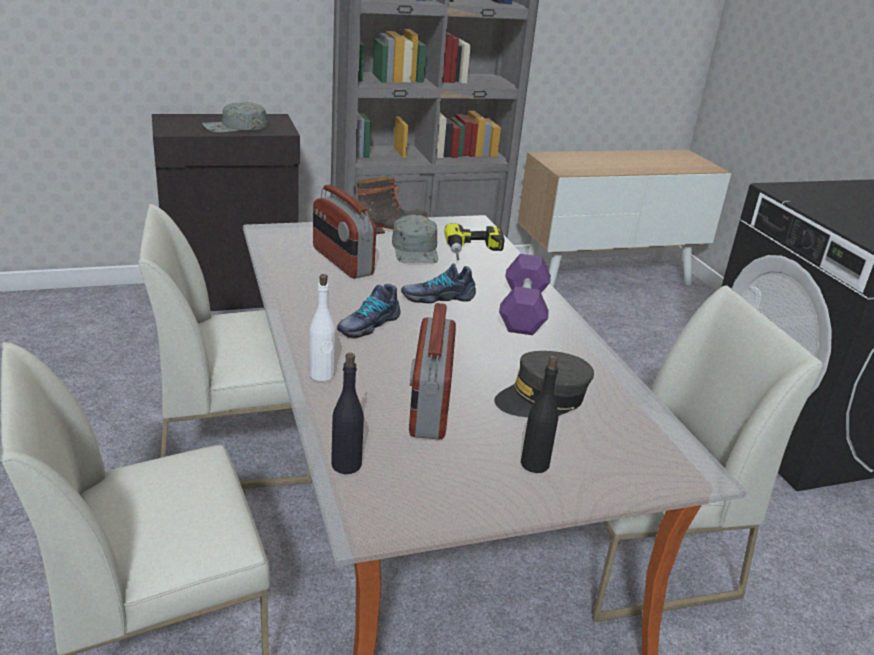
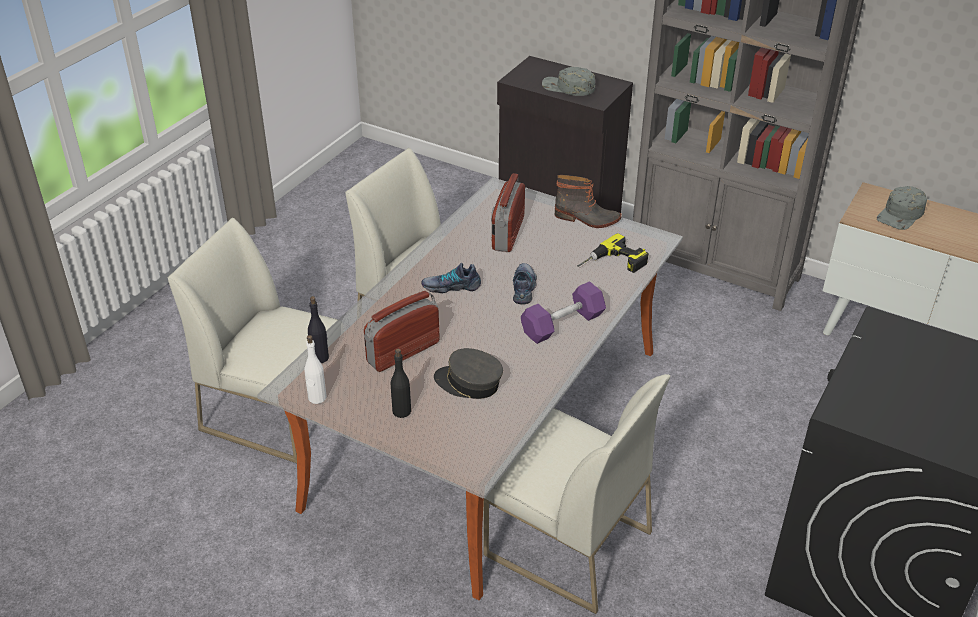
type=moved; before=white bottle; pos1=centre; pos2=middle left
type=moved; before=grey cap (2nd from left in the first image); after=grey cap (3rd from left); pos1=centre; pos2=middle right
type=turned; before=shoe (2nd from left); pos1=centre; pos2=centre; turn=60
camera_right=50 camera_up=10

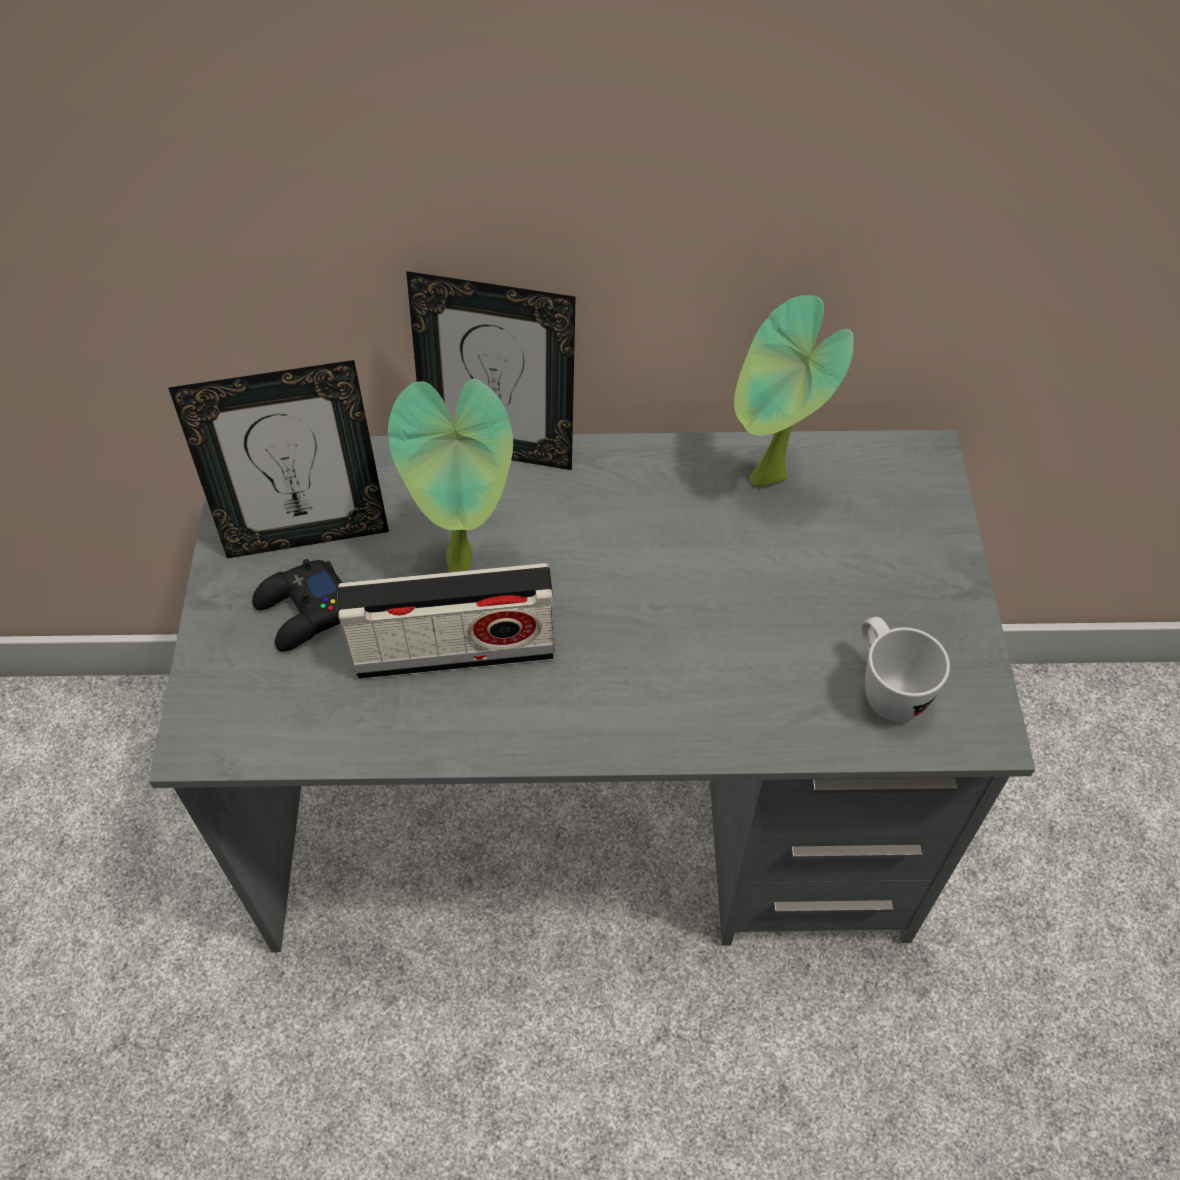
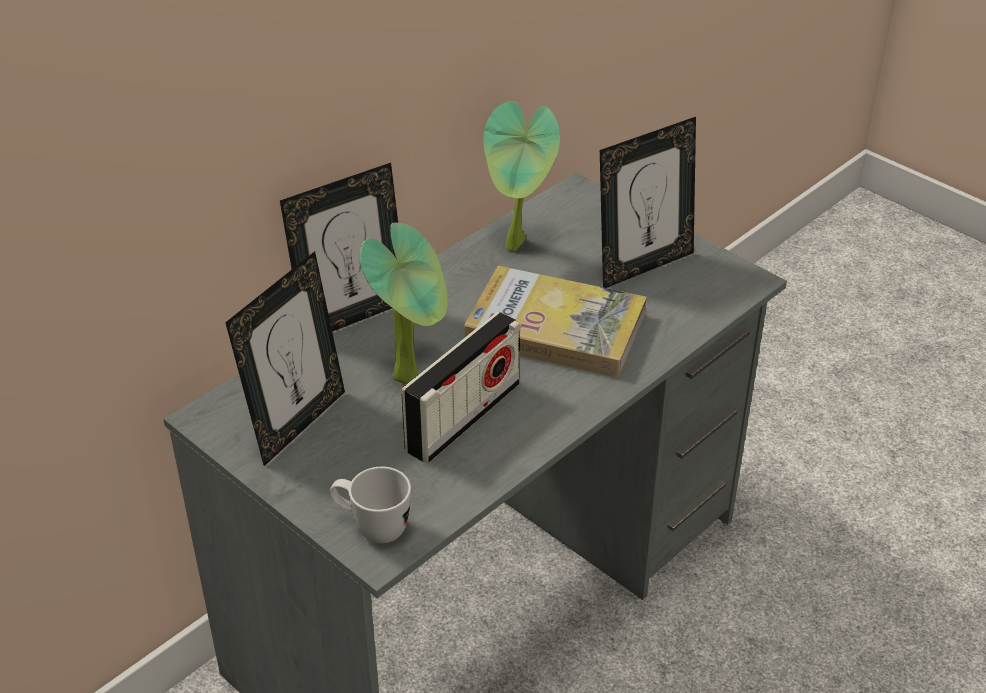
type=removed; before=black game controller; pos1=middle left
type=moved; before=white mug; pos1=middle right; pos2=bottom centre
type=added; after=book; pos2=centre
type=added; after=picture frame (3rd from left); pos2=top centre
camera_right=-45 camera_up=-15

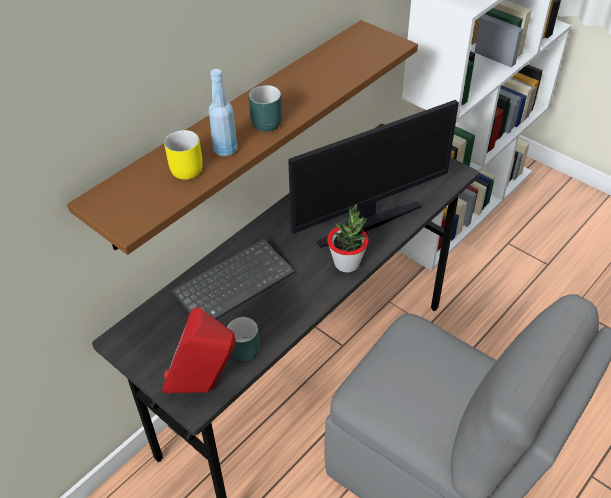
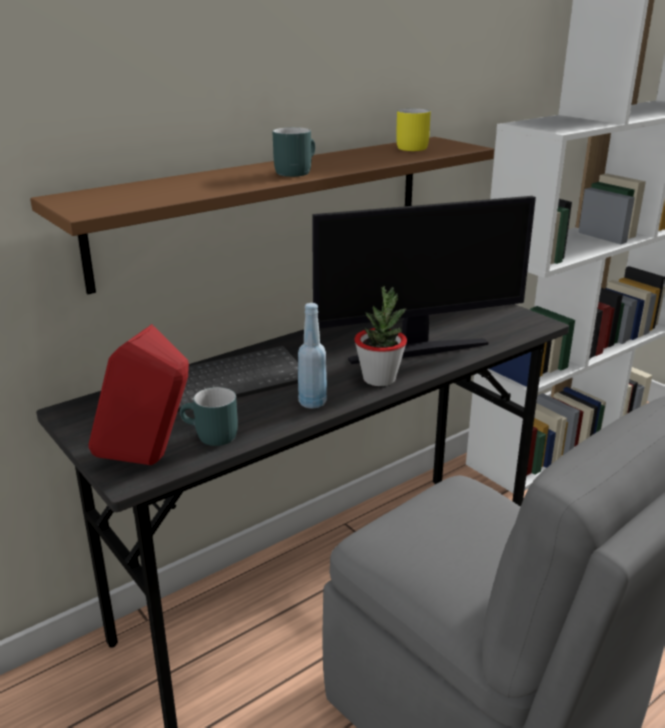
type=moved; before=yellow mug; pos1=top left; pos2=top centre
type=moved; before=blue bottle; pos1=top centre; pos2=centre
camera_right=10 camera_up=-20

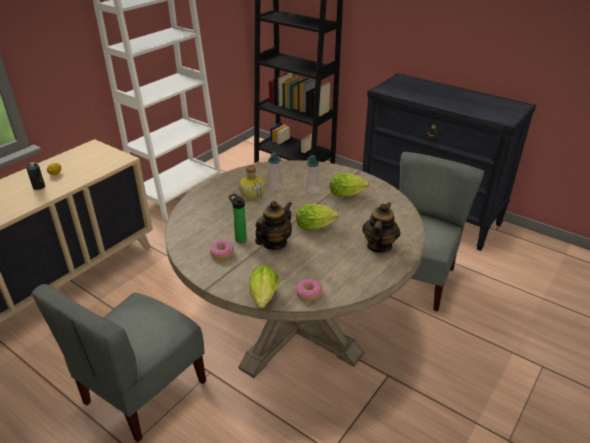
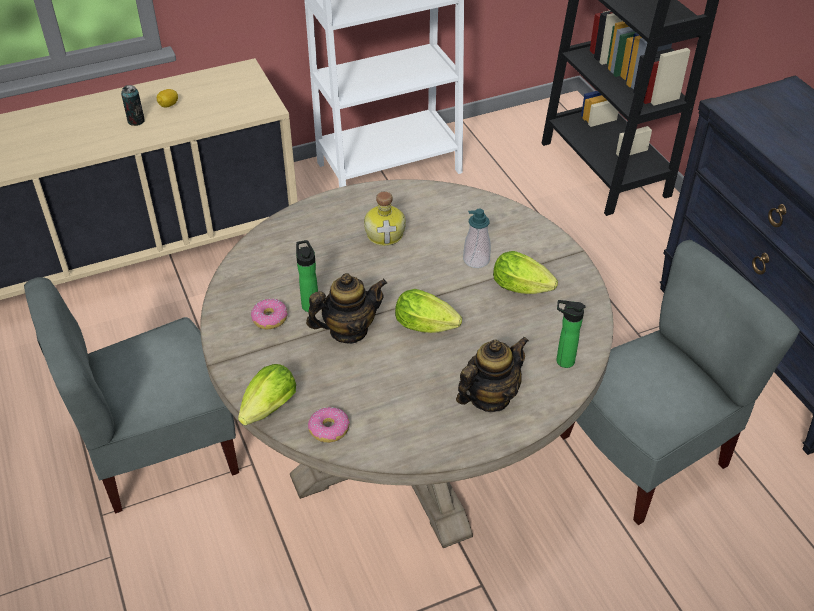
type=removed; before=soap dispenser (1st from left); pos1=centre
type=added; after=bottle (3rd from left); pos2=middle right
camera_right=30 camera_up=10

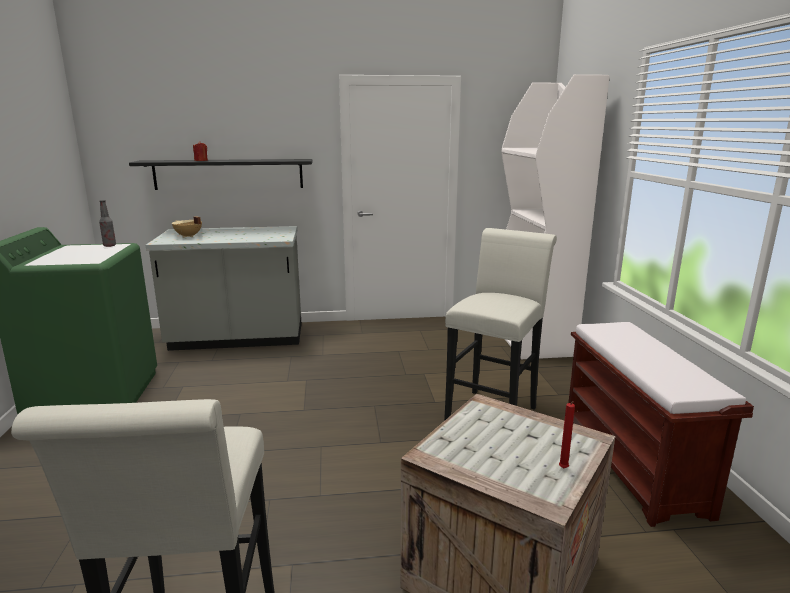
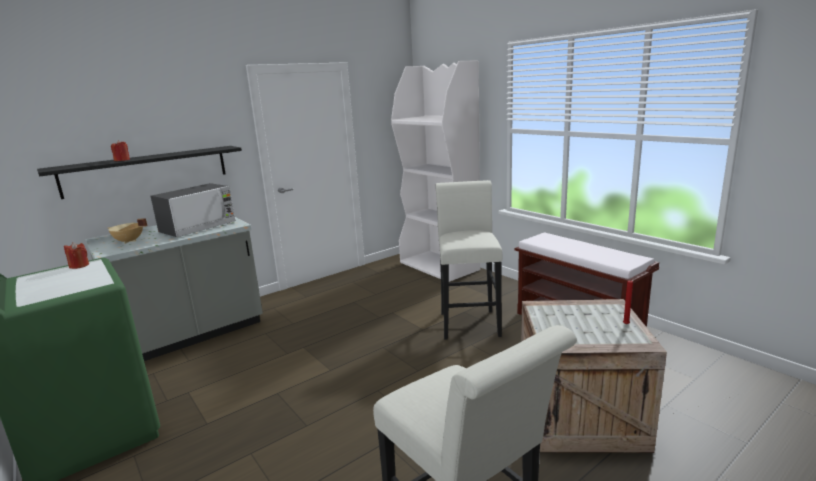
type=replaced; before=bottle; after=red candle (1st from left); pos1=middle left; pos2=middle left
type=added; after=microwave; pos2=middle left
camera_right=-30 camera_up=0

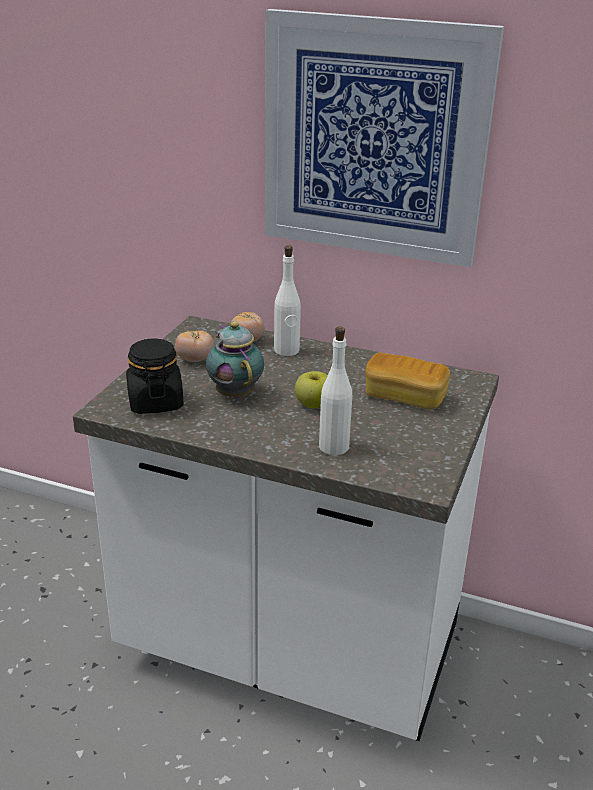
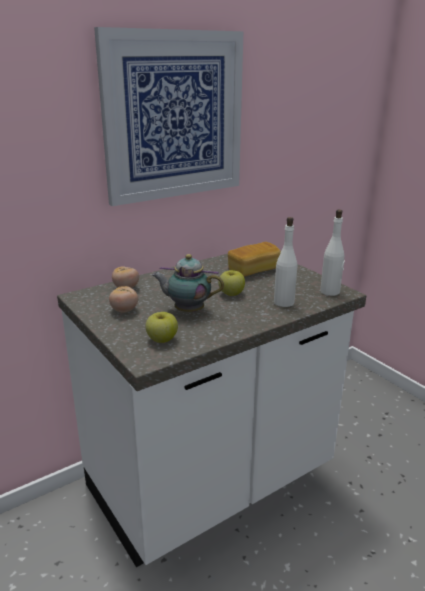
type=replaced; before=black jar; after=apple (1st from left); pos1=middle left; pos2=centre
type=moved; before=white bottle (1st from left in the first image); after=white bottle (2nd from left); pos1=centre; pos2=middle right
camera_right=-55 camera_up=-5

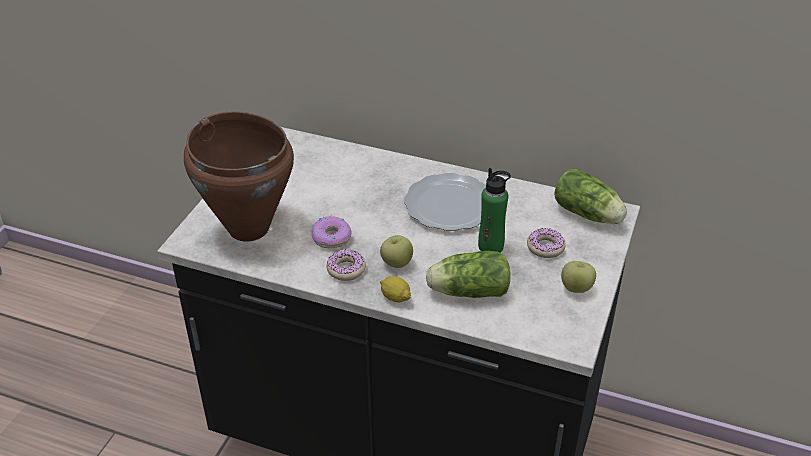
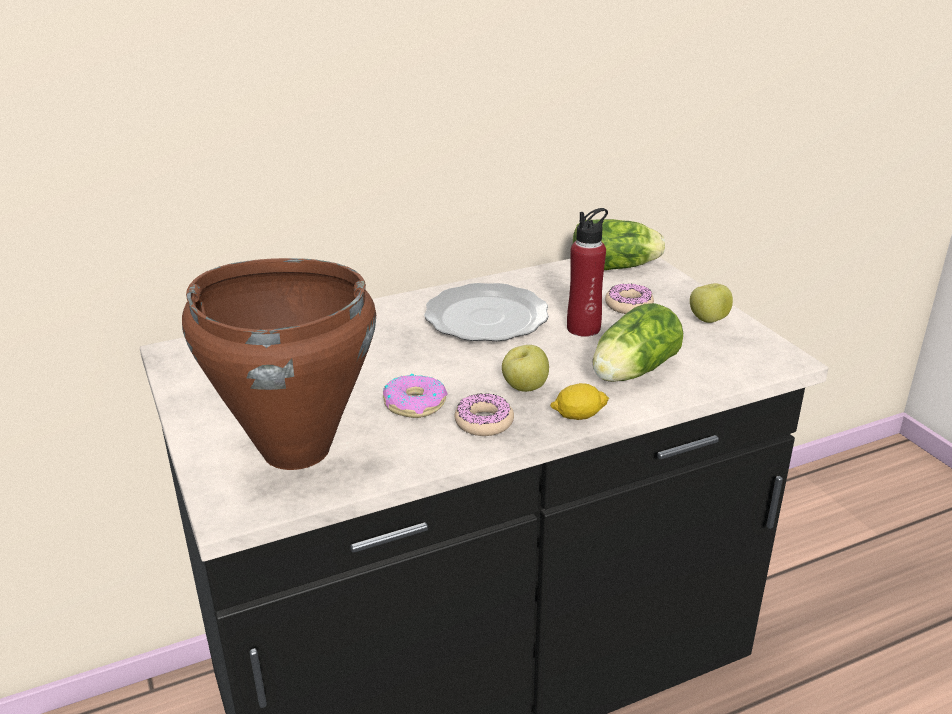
type=recoloured; before=green bottle; after=red bottle; pos1=centre; pos2=centre
camera_right=-45 camera_up=-10

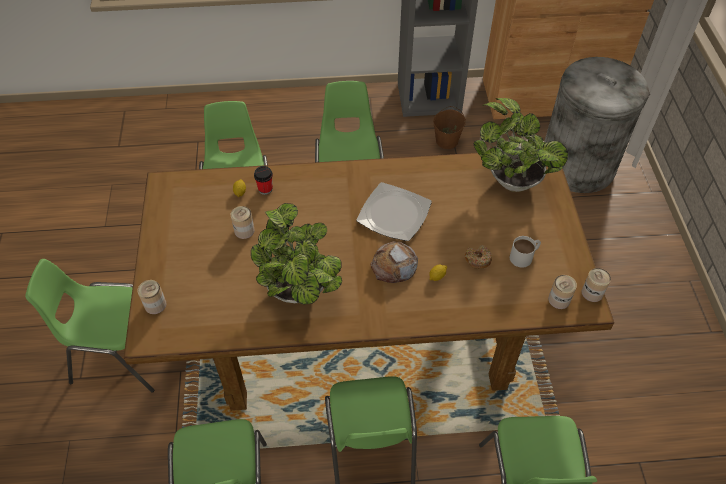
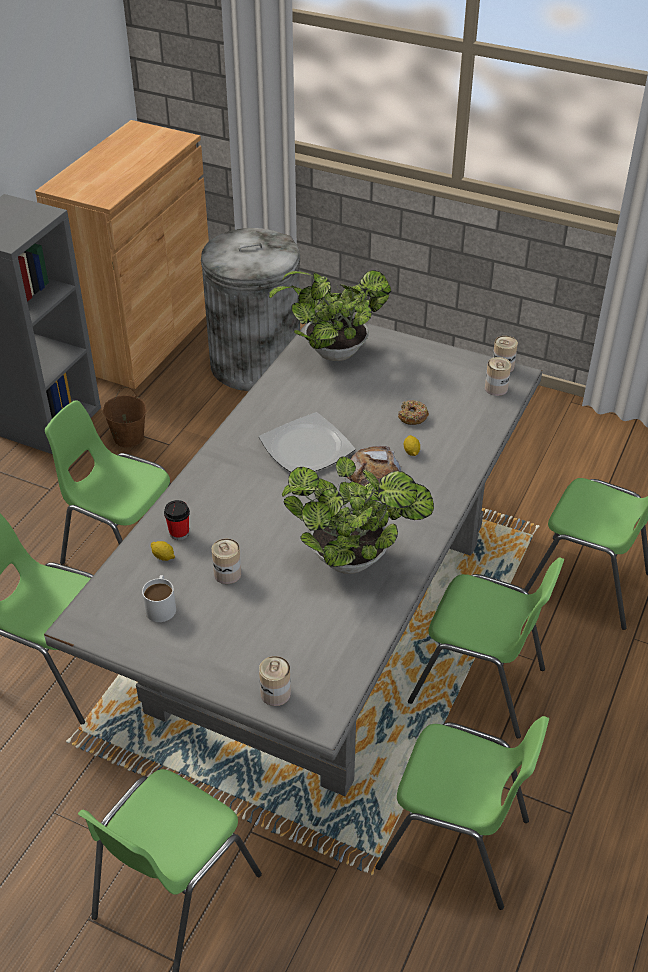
type=recoloured; before=brown dining table; after=grey dining table; pos1=centre; pos2=centre
type=moved; before=white mug; pos1=middle right; pos2=middle left
camera_right=-60 camera_up=-10

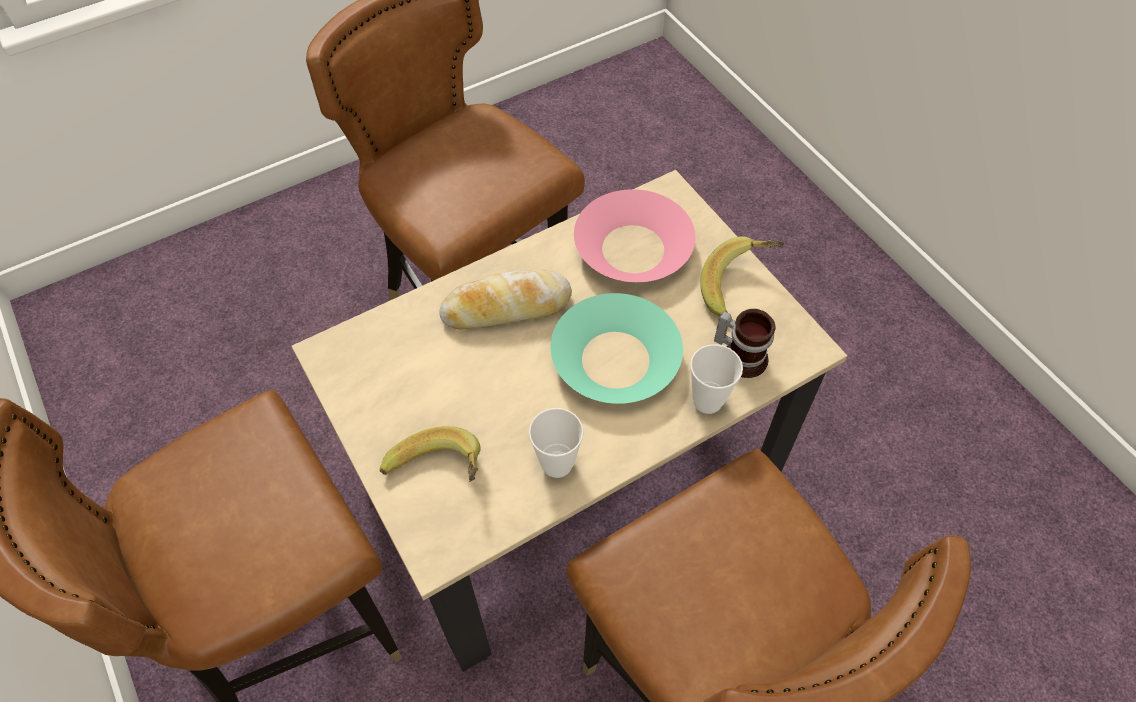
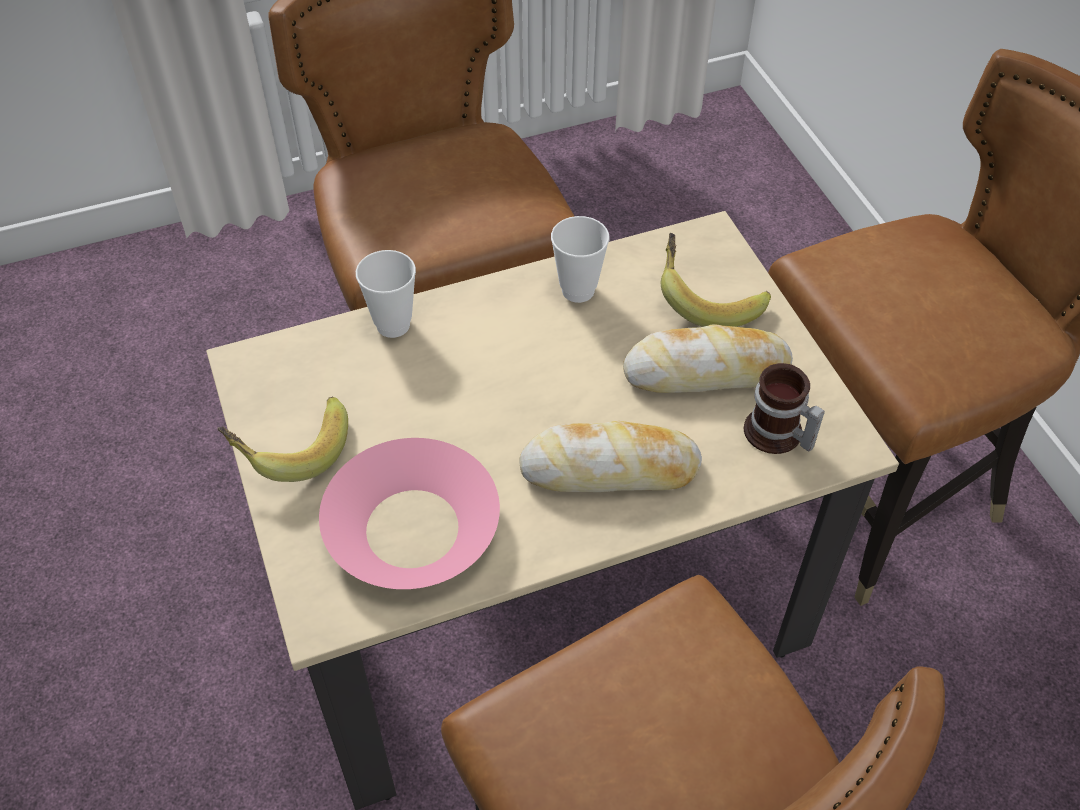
type=removed; before=turquoise bowl; pos1=centre
type=moved; before=mug; pos1=centre; pos2=middle right
type=added; after=bread (2nd from left); pos2=centre
camera_right=-170 camera_up=-5

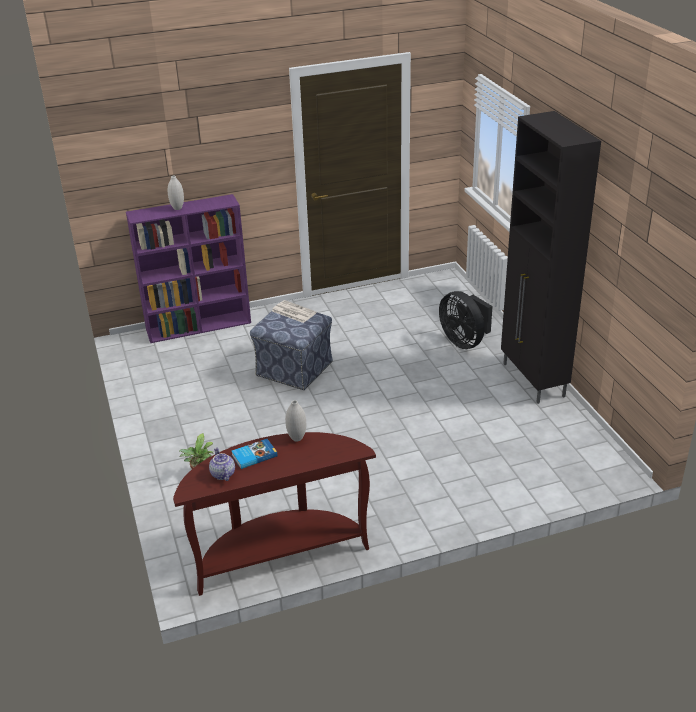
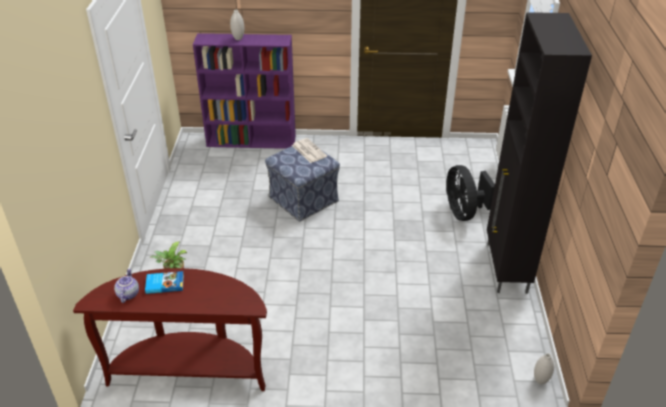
type=moved; before=white vase (2nd from left); pos1=centre; pos2=bottom right
camera_right=20 camera_up=5

